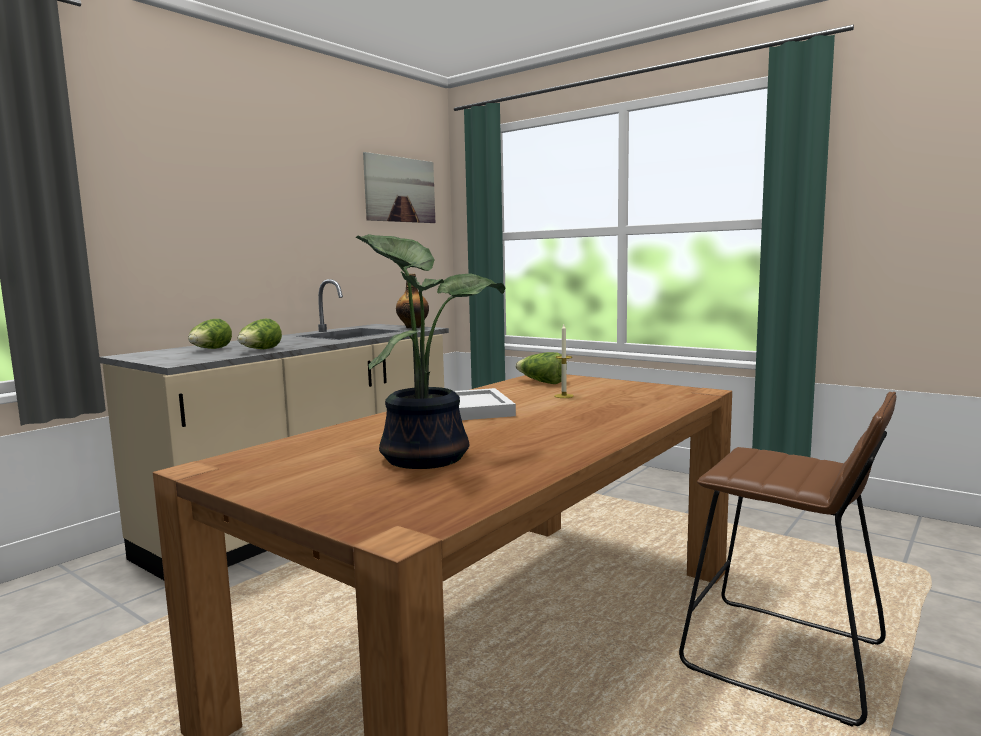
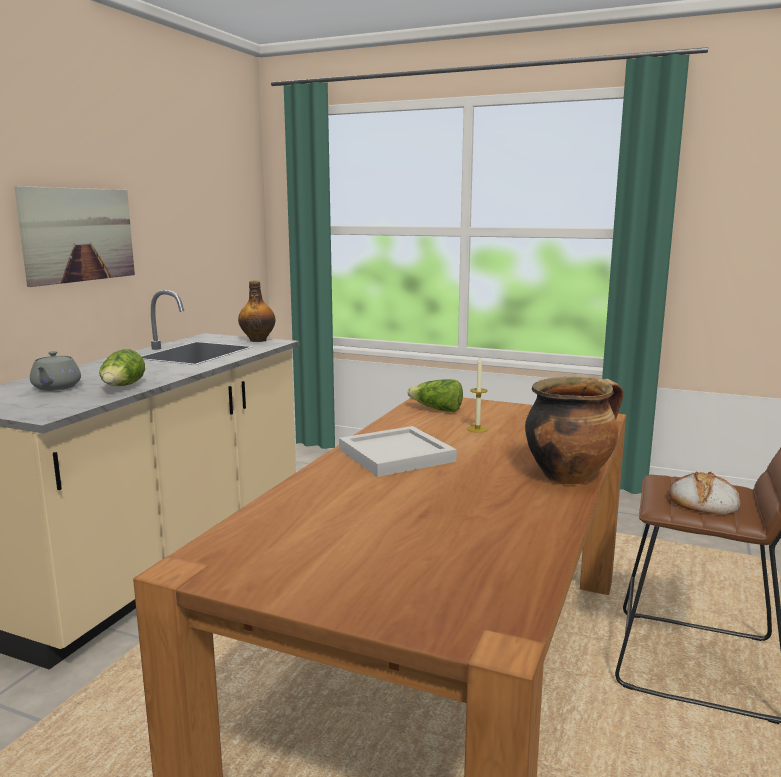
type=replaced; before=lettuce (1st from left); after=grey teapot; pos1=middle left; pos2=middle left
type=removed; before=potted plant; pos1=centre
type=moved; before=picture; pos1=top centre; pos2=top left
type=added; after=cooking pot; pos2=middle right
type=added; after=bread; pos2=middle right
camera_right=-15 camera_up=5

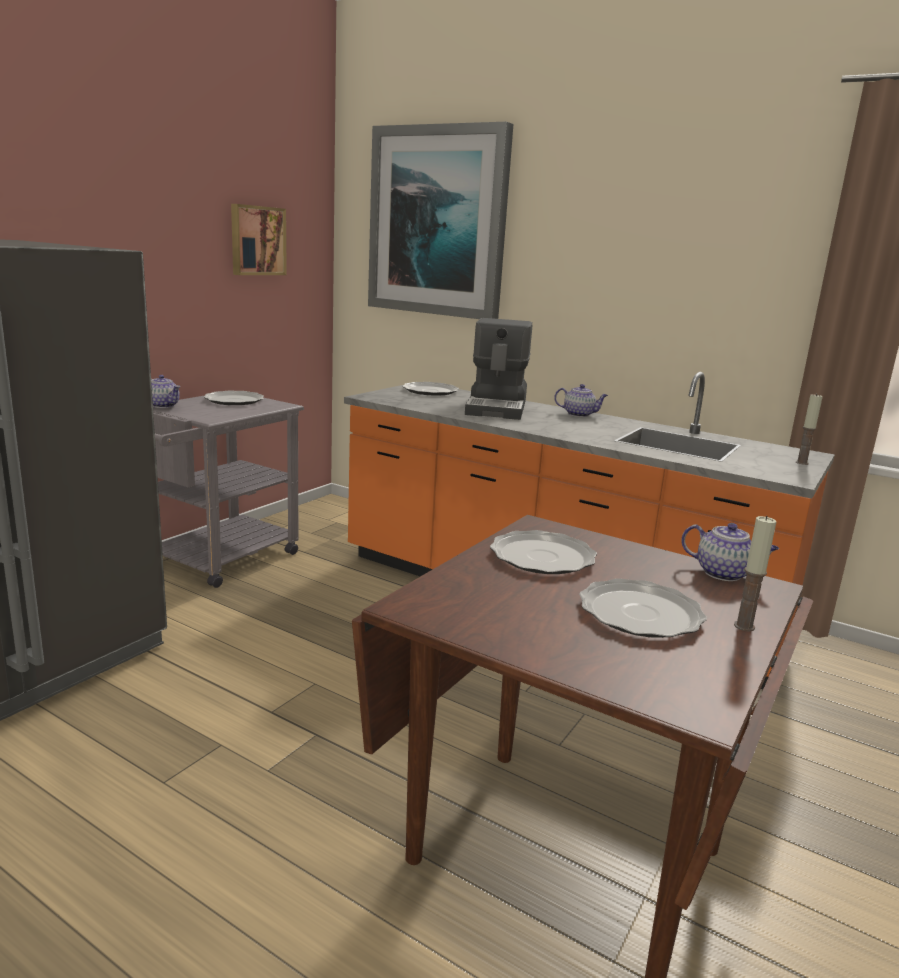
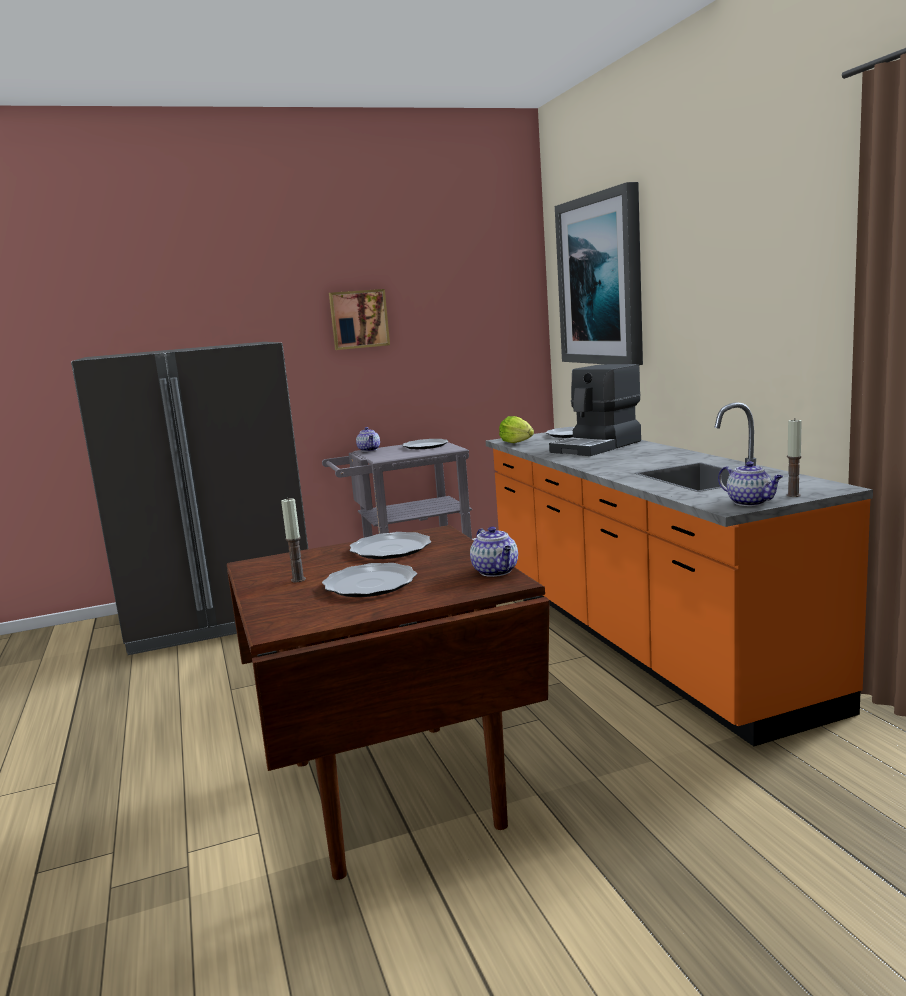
type=moved; before=picture (1st from left); pos1=top left; pos2=top centre
type=moved; before=teapot (2nd from left in the first image); after=teapot (3rd from left); pos1=centre; pos2=middle right
type=moved; before=candle (1st from left); pos1=middle right; pos2=middle left
type=added; after=lettuce; pos2=centre
camera_right=40 camera_up=-5

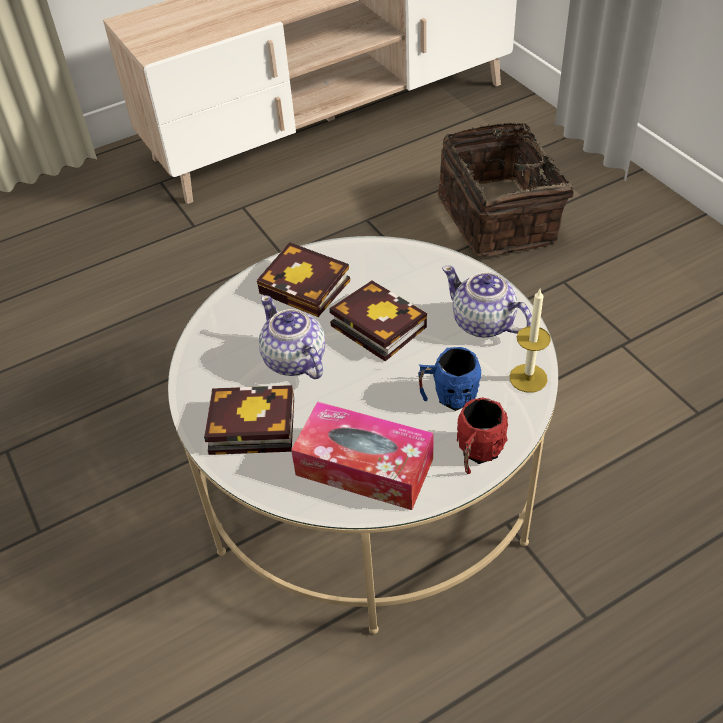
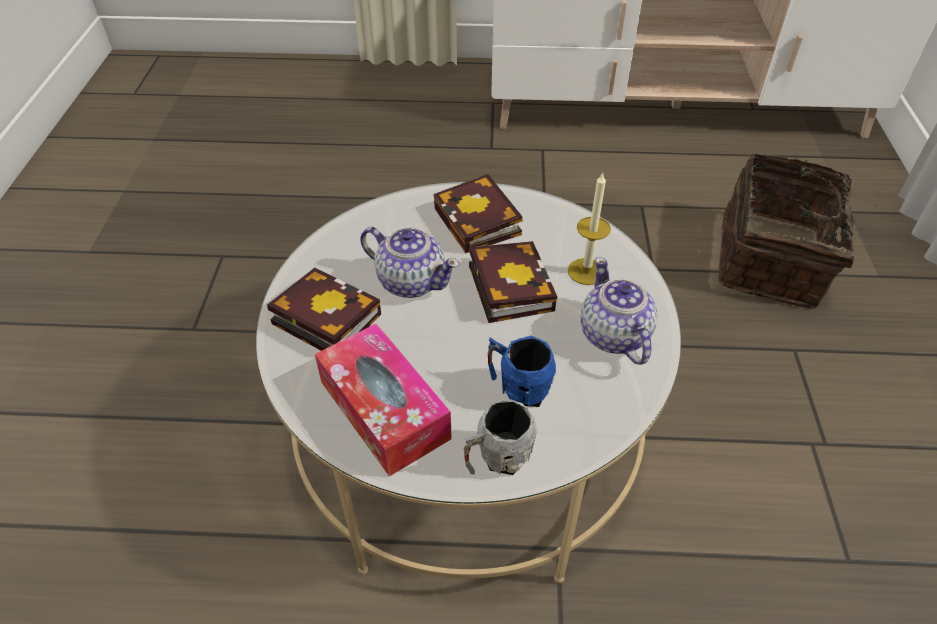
type=turned; before=teapot (1st from left); pos1=centre; pos2=centre; turn=120
type=recoloured; before=red mug; after=grey mug; pos1=middle right; pos2=bottom centre
type=moved; before=candle; pos1=middle right; pos2=centre
camera_right=30 camera_up=0

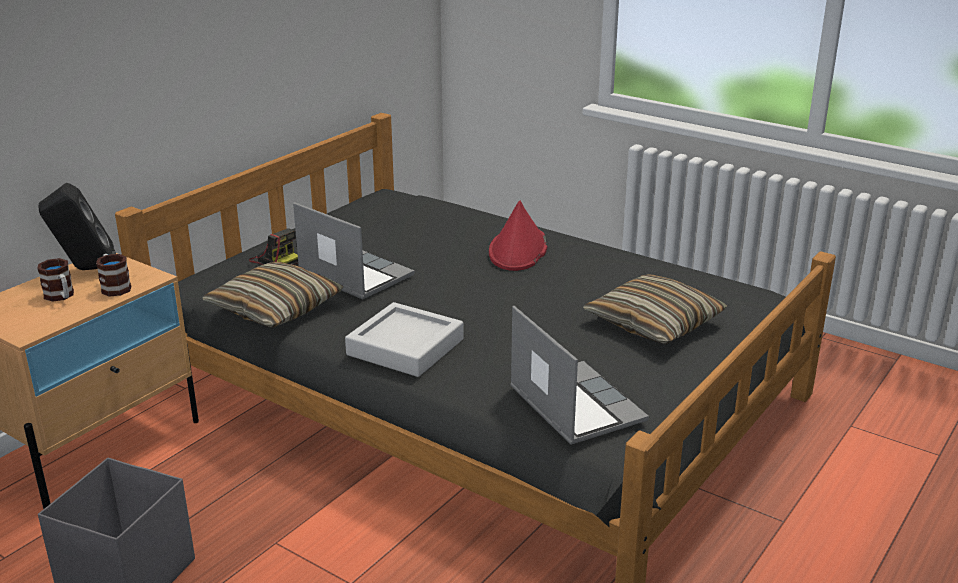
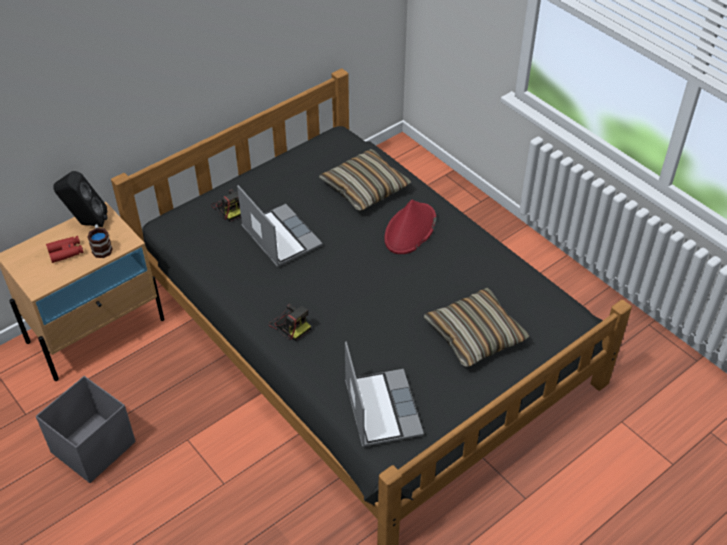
type=replaced; before=mug (1st from left); after=red binoculars; pos1=middle left; pos2=middle left
type=moved; before=pillow (1st from left); pos1=middle left; pos2=top centre
type=replaced; before=grey tray; after=photo camera (2nd from left); pos1=centre; pos2=centre
camera_right=15 camera_up=20

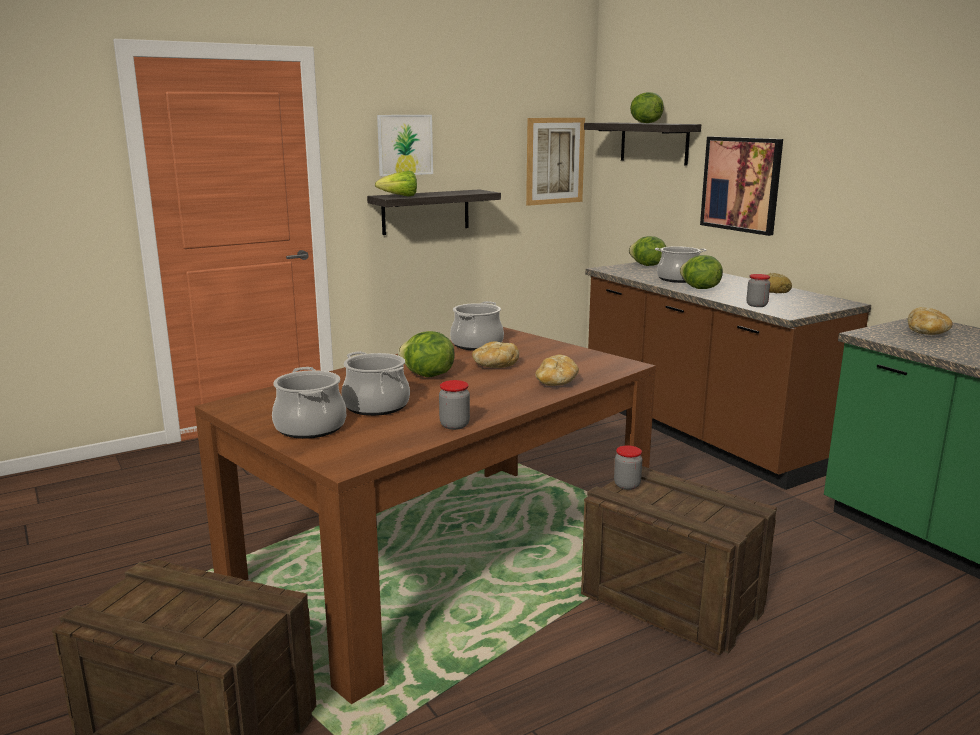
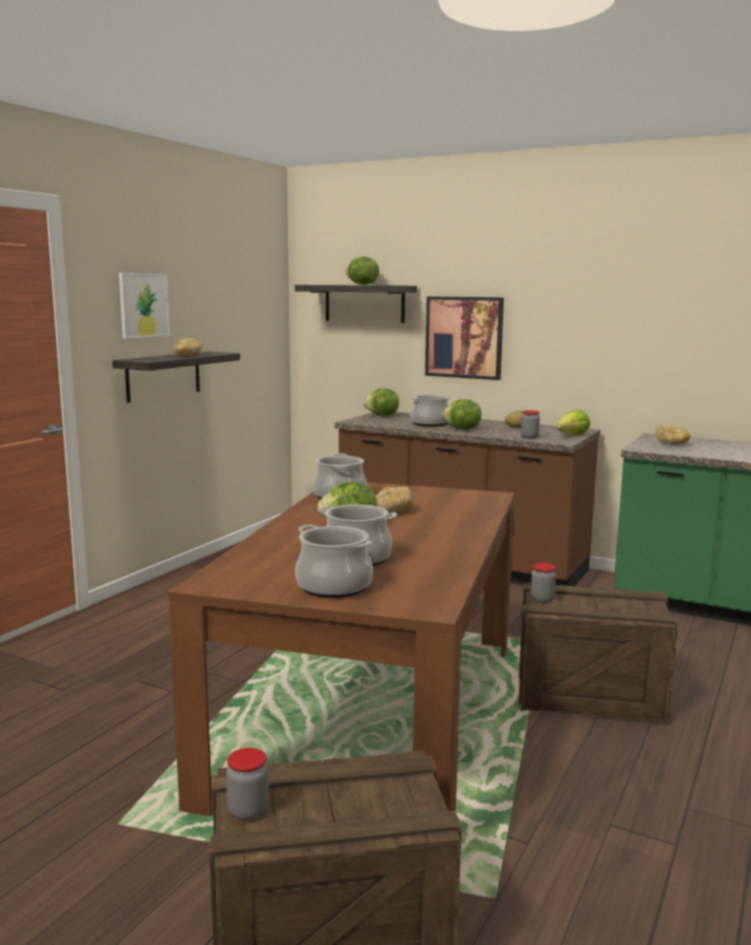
type=moved; before=lettuce (1st from left in the first image); after=lettuce (5th from left); pos1=top centre; pos2=middle right
type=moved; before=jar (1st from left); pos1=centre; pos2=bottom left
type=removed; before=picture (2nd from left); pos1=top centre
type=moved; before=bread (2nd from left in the first image); after=bread (1st from left); pos1=centre; pos2=middle left
camera_right=-30 camera_up=-5

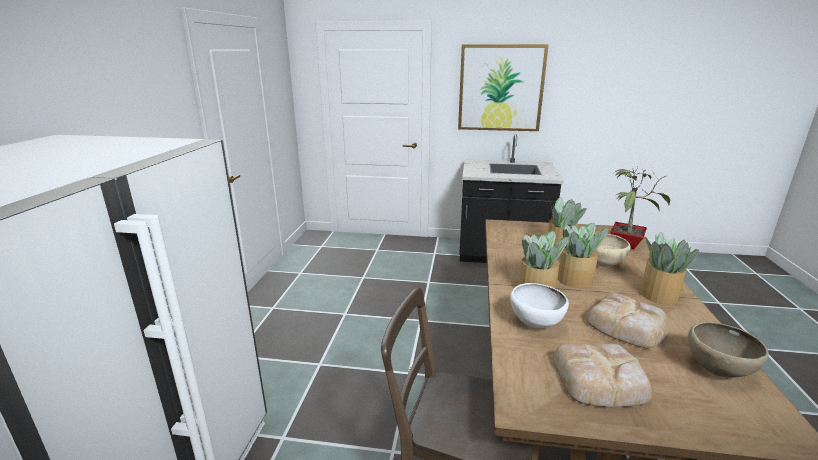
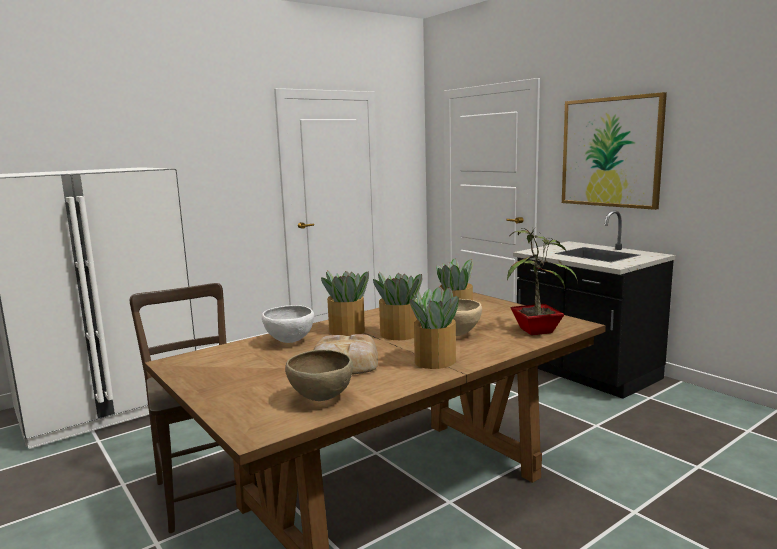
type=removed; before=bread (1st from left); pos1=bottom right
camera_right=45 camera_up=-10

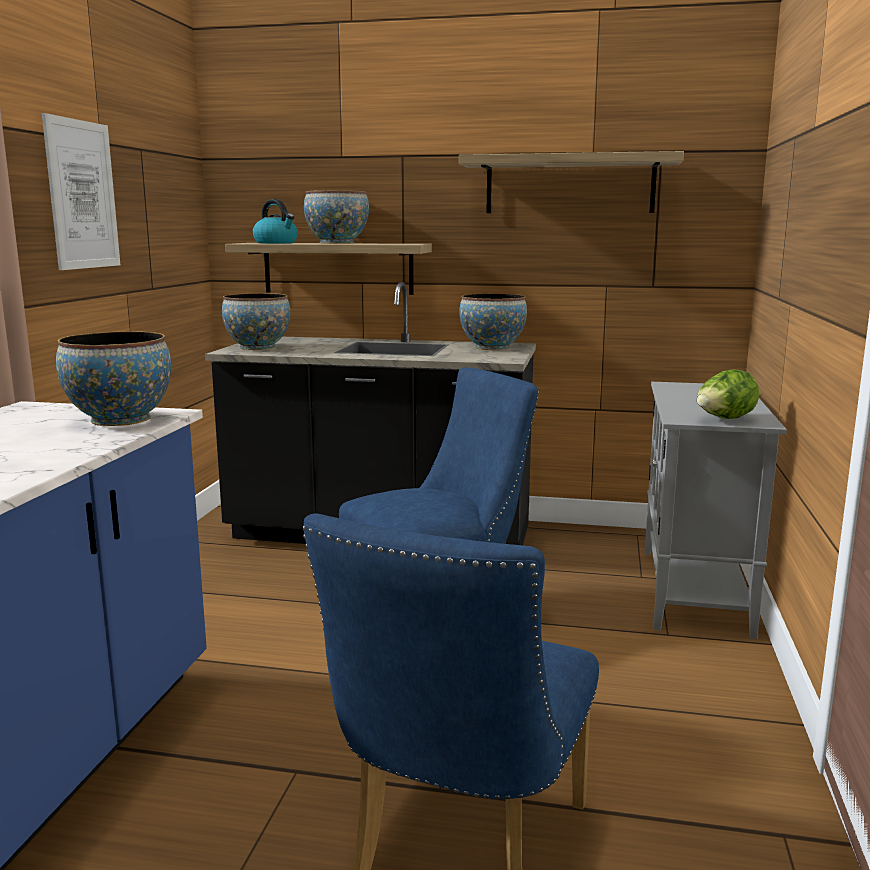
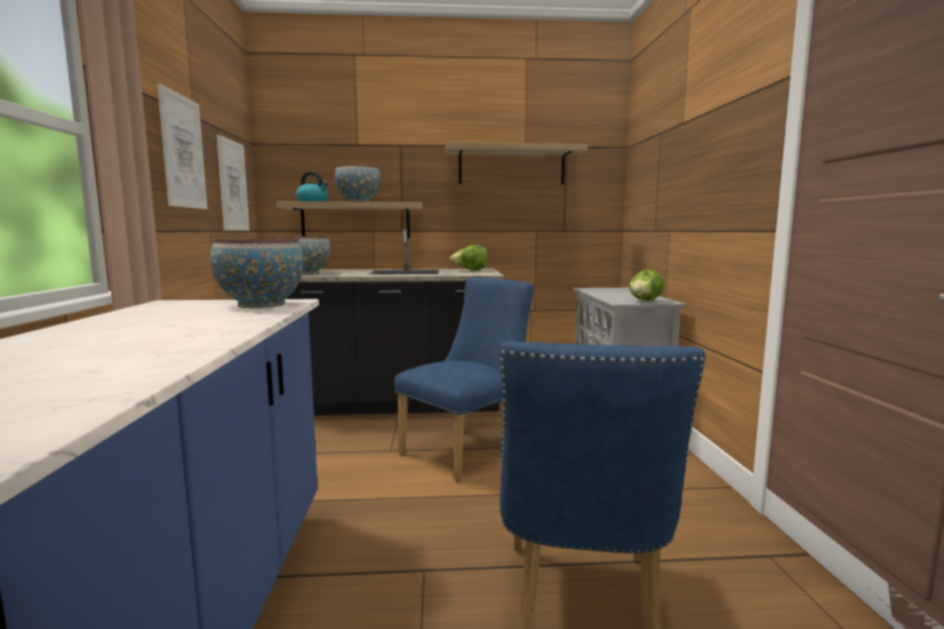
type=replaced; before=bowl (4th from left); after=lettuce (1st from left); pos1=centre; pos2=centre
type=added; after=picture (2nd from left); pos2=top left
camera_right=-15 camera_up=-5

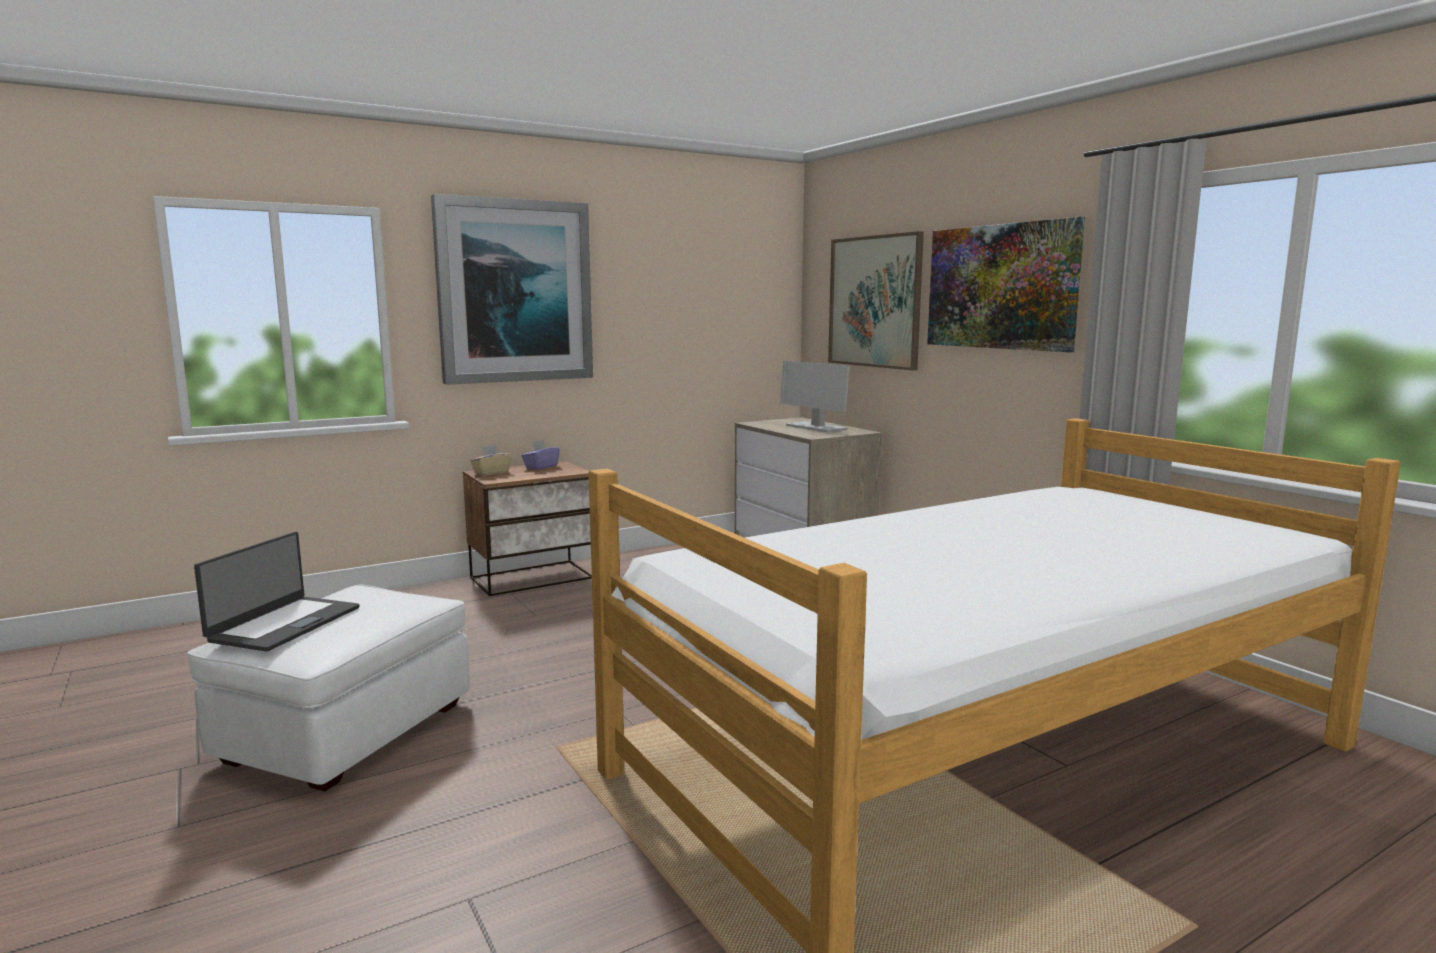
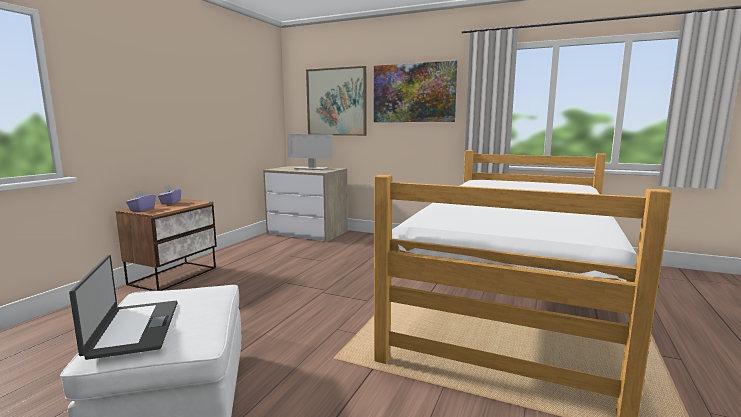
type=removed; before=picture (1st from left); pos1=top centre
type=recoloured; before=beige tissue box; after=purple tissue box (1st from left); pos1=centre; pos2=middle left
camera_right=-35 camera_up=0

